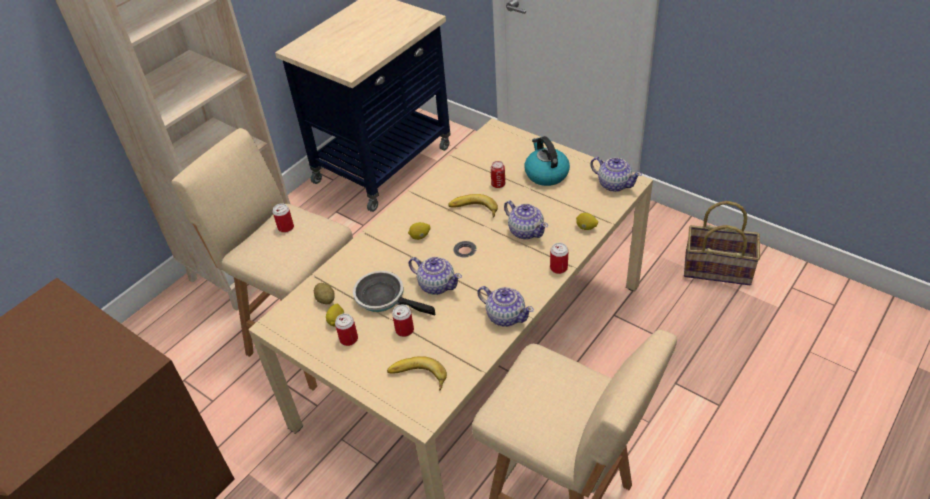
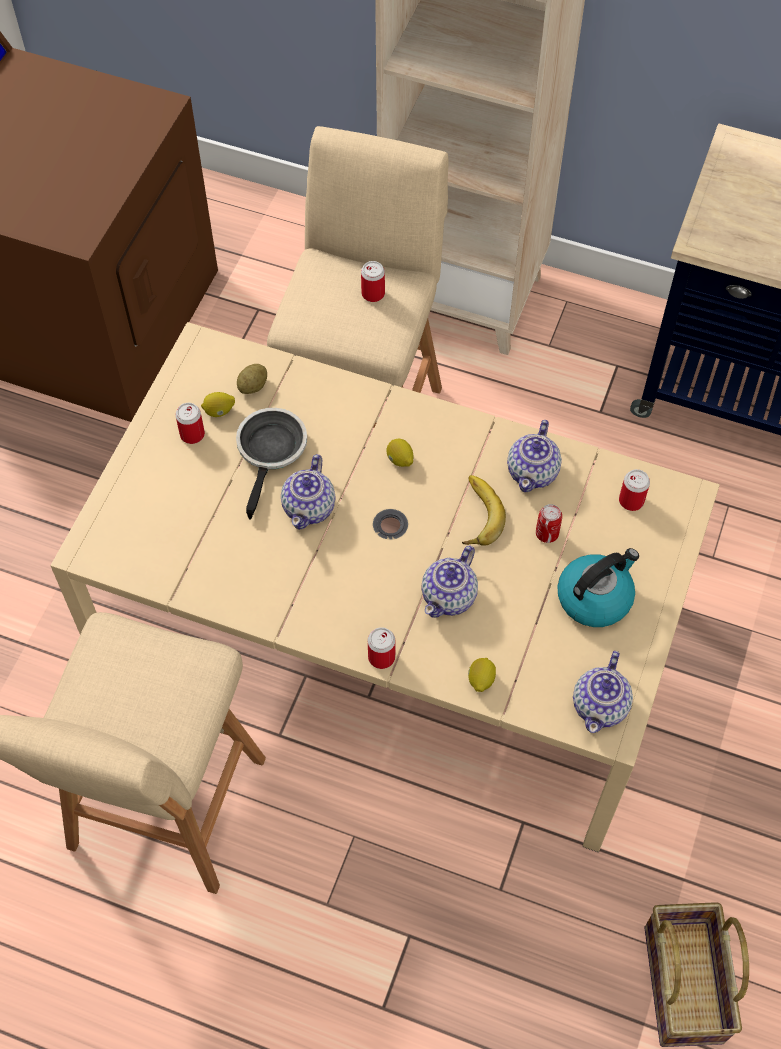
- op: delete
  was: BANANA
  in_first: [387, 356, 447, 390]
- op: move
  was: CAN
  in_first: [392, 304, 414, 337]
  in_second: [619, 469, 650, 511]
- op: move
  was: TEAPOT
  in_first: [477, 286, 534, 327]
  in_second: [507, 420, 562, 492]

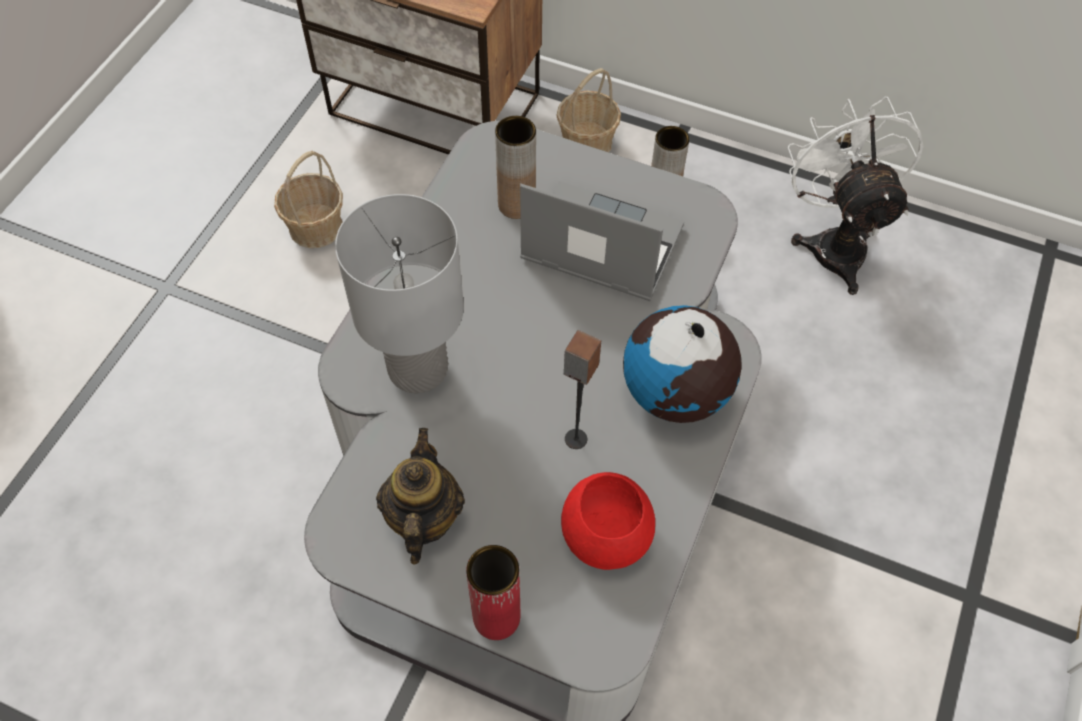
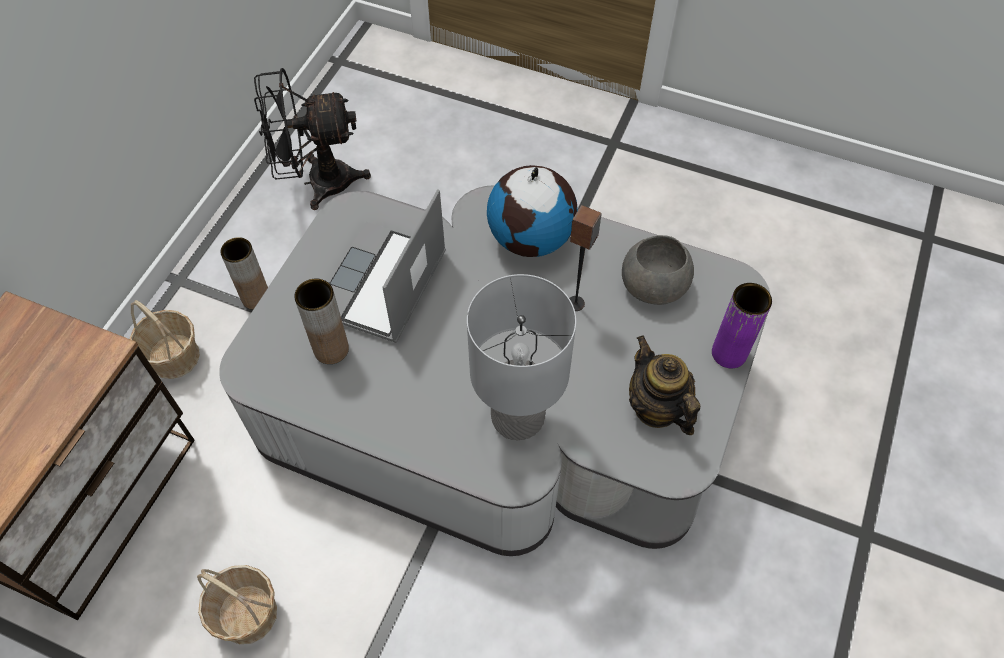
- op: recolor
  was: RED VASE
  now: PURPLE VASE
  in_first: [466, 545, 521, 640]
  in_second: [712, 283, 772, 368]
- op: recolor
  was: RED BOWL
  now: GREY BOWL
  in_first: [561, 472, 655, 570]
  in_second: [622, 235, 694, 305]
- op: recolor
  was: WHITE FAN
  now: BLACK FAN
  in_first: [788, 97, 924, 295]
  in_second: [254, 68, 371, 210]
- op: rotate
  was: TEAPOT
  in_first: [376, 428, 465, 564]
  in_second: [629, 336, 700, 435]
  clockwise: 60

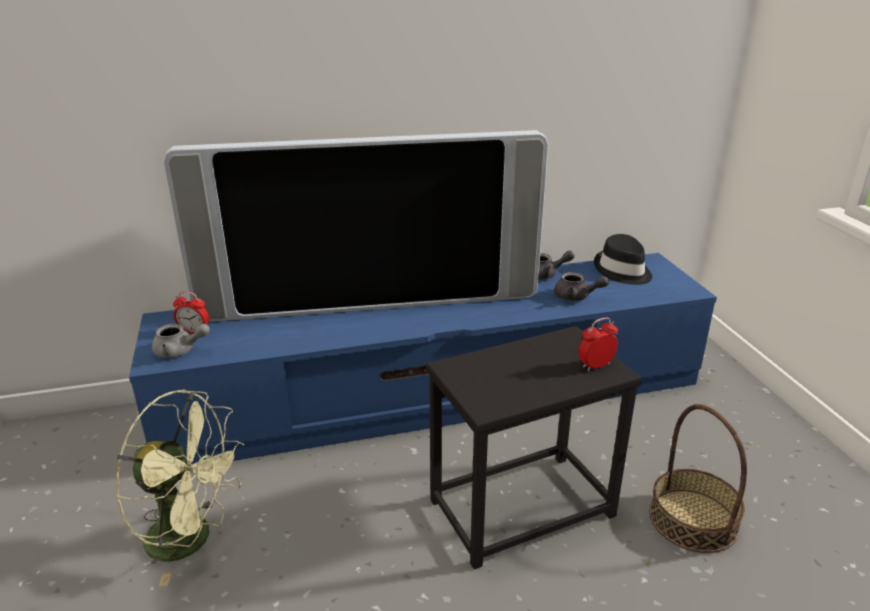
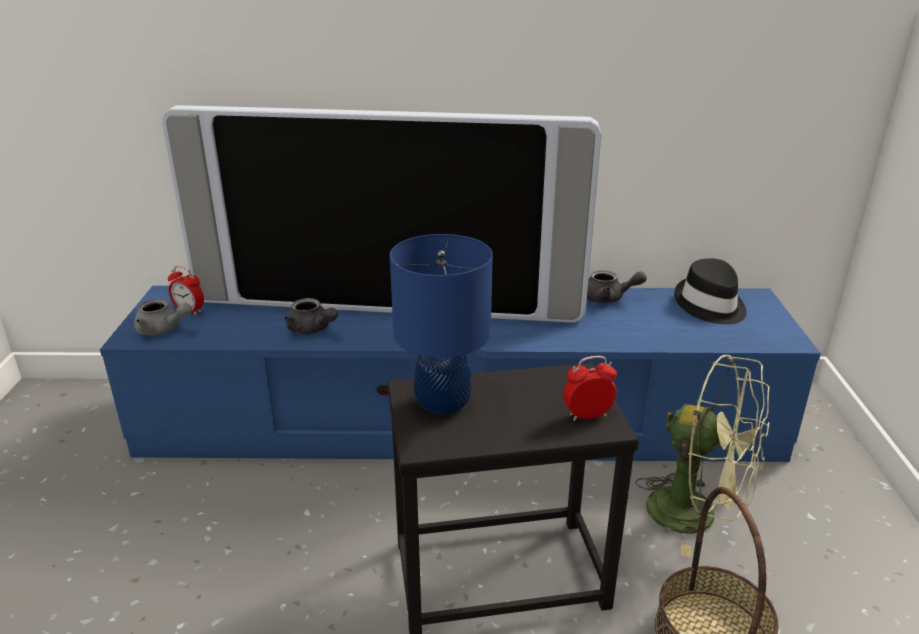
- op: insert
  now: BLUE TABLE LAMP
  in_second: [390, 234, 493, 414]
- op: move
  was: GREEN FAN
  in_first: [116, 390, 244, 586]
  in_second: [635, 355, 770, 557]
- op: move
  was: GREY TEAPOT
  in_first: [554, 272, 609, 301]
  in_second: [284, 298, 338, 335]

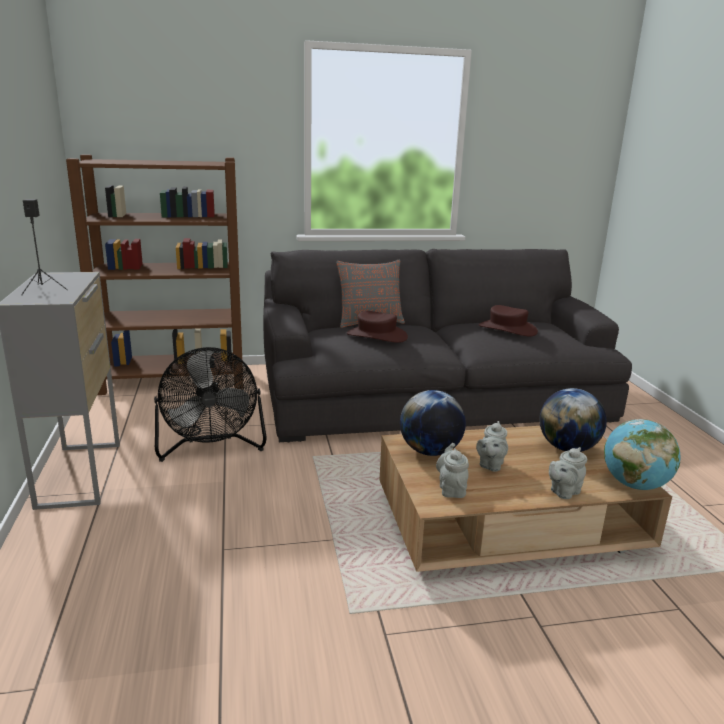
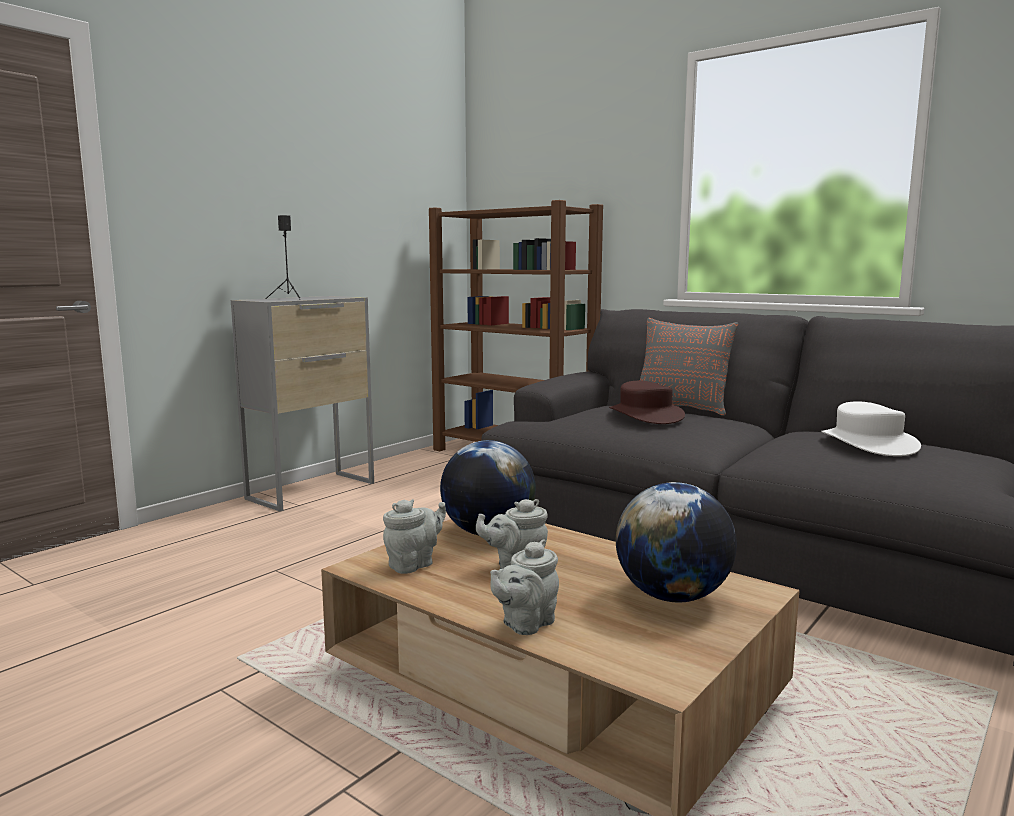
- op: delete
  was: BLACK FAN
  in_first: [154, 347, 266, 462]
- op: delete
  was: GLOBE
  in_first: [604, 419, 681, 490]
- op: recolor
  was: BROWN HAT
  now: WHITE HAT
  in_first: [479, 305, 538, 336]
  in_second: [821, 401, 921, 456]
- op: rotate
  was: GREY TEAPOT
  in_first: [549, 447, 587, 499]
  in_second: [490, 539, 559, 635]
  clockwise: -60

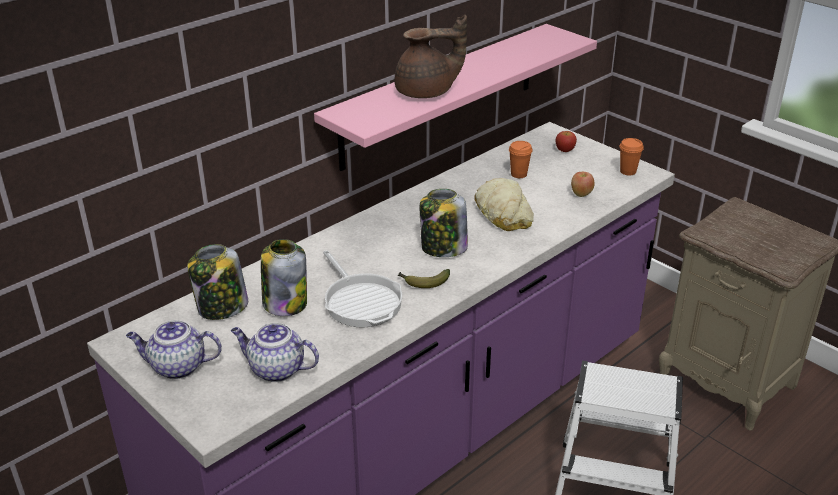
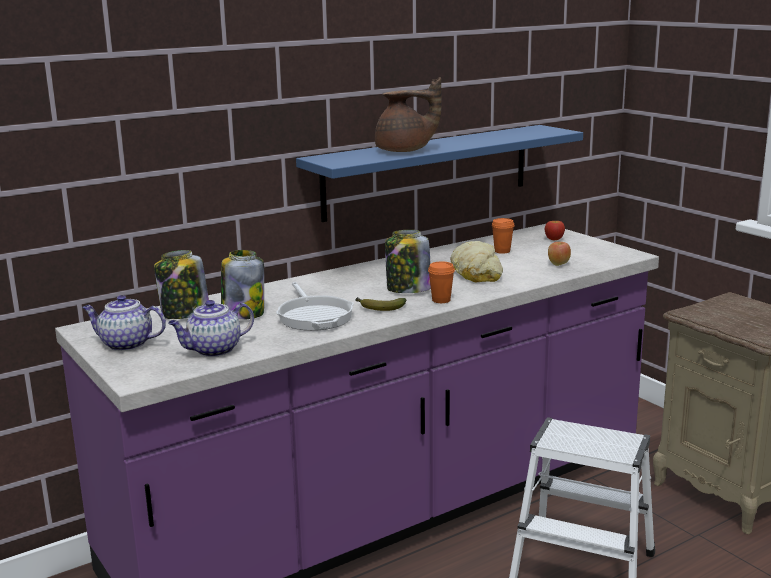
- op: move
  was: ORANGE CUP
  in_first: [620, 138, 644, 175]
  in_second: [428, 262, 455, 303]
- op: recolor
  was: PINK SHELF
  now: BLUE SHELF
  in_first: [314, 24, 597, 171]
  in_second: [296, 125, 583, 222]
- op: rotate
  was: TEAPOT
  in_first: [231, 323, 319, 382]
  in_second: [168, 300, 254, 357]
  clockwise: -60

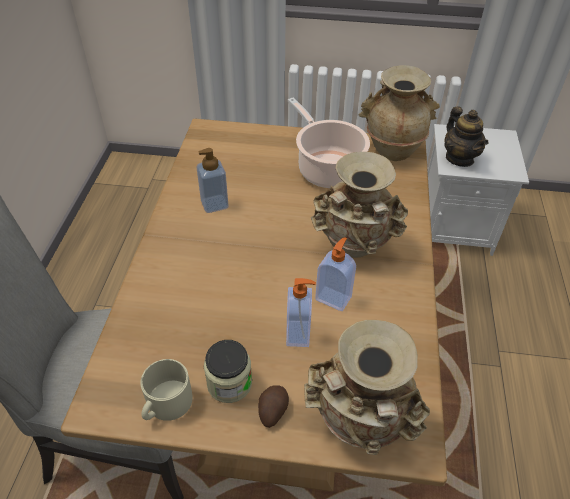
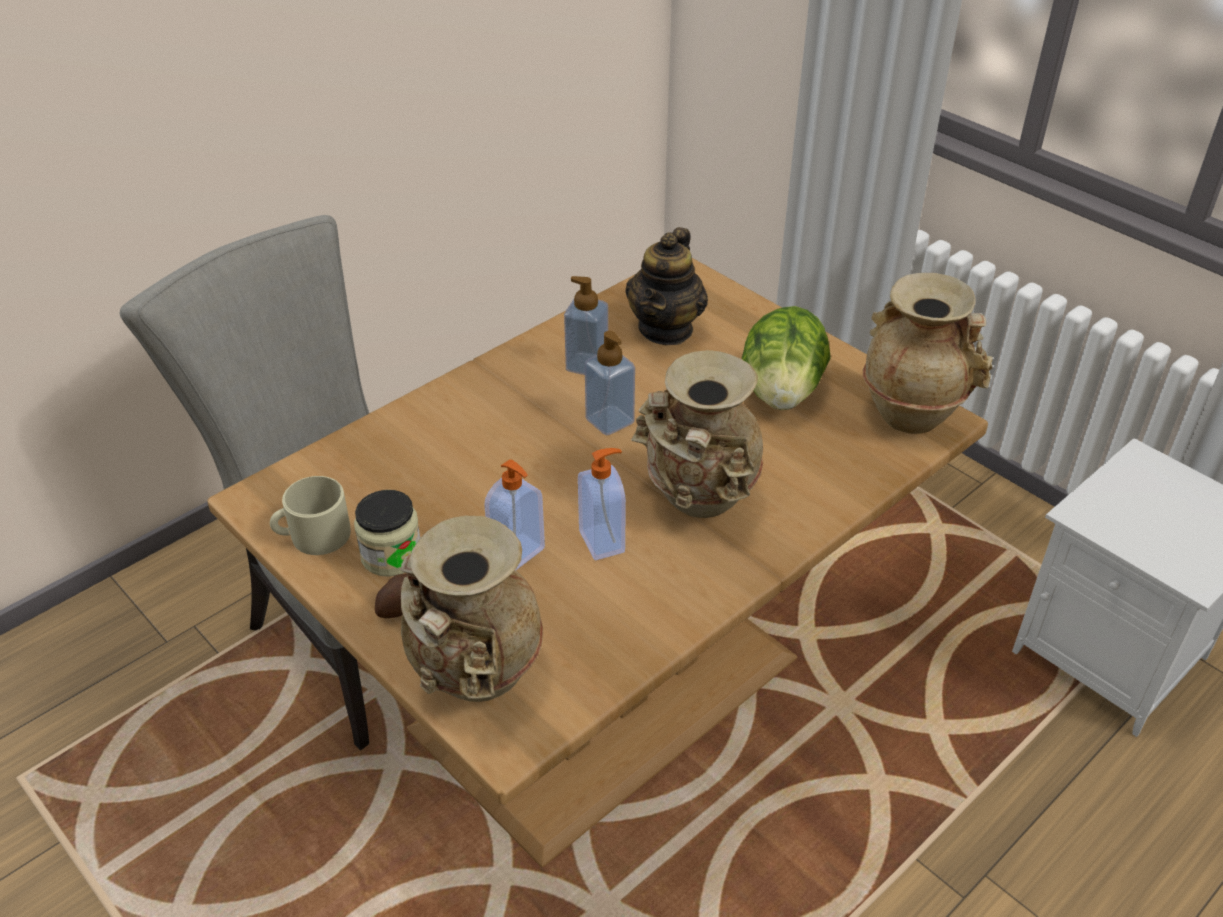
- op: insert
  now: SOAP DISPENSER
  in_second: [585, 331, 635, 436]
- op: move
  was: TEAPOT
  in_first: [444, 107, 488, 167]
  in_second: [625, 227, 708, 345]
- op: replace
  was: COOKING POT
  now: LETTUCE
  in_first: [288, 97, 370, 188]
  in_second: [742, 306, 831, 410]

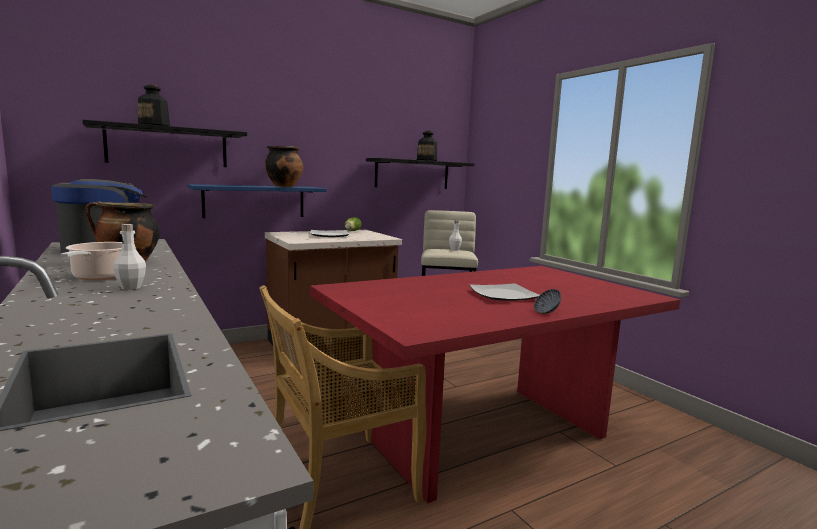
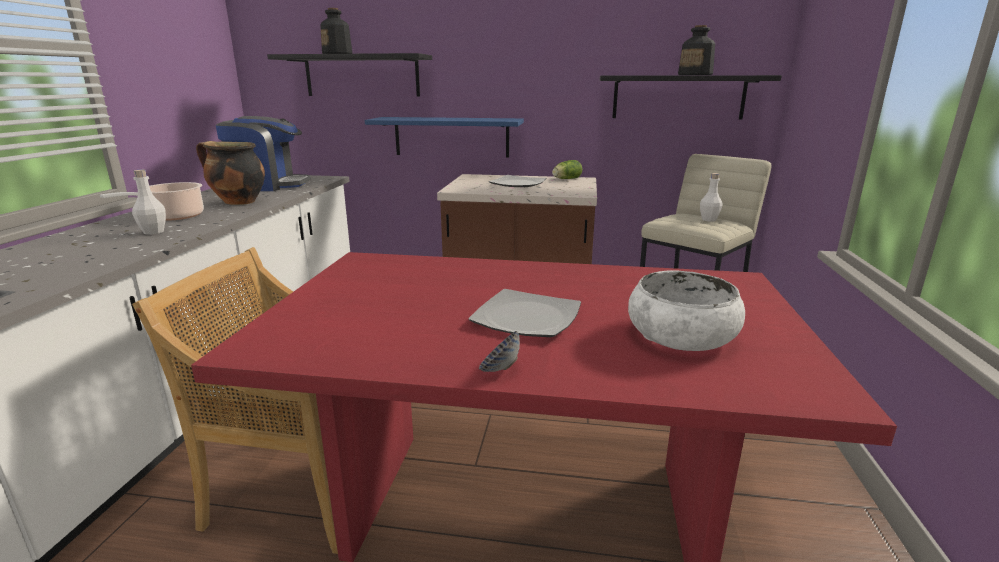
- op: delete
  was: COOKING POT
  in_first: [265, 146, 303, 187]
- op: insert
  now: WHITE BOWL
  in_second: [628, 270, 745, 351]

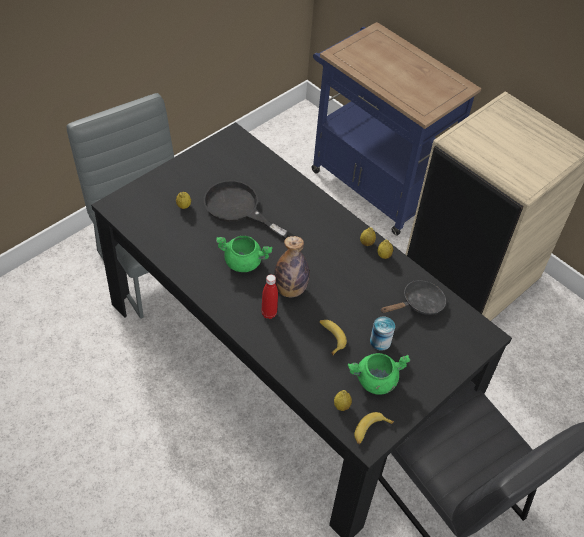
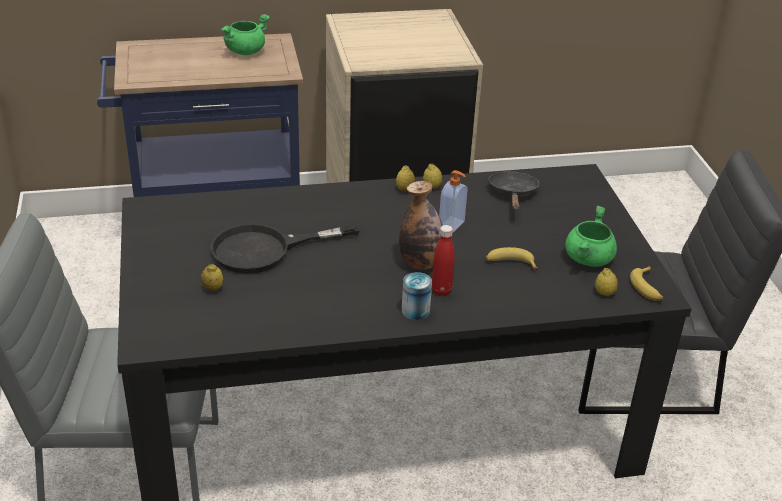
- op: insert
  now: SOAP DISPENSER
  in_second: [439, 170, 468, 232]
- op: move
  was: GREEN COOKING POT
  in_first: [216, 236, 273, 272]
  in_second: [221, 14, 270, 55]
- op: move
  was: CAN
  in_first: [370, 316, 395, 351]
  in_second: [402, 272, 432, 320]

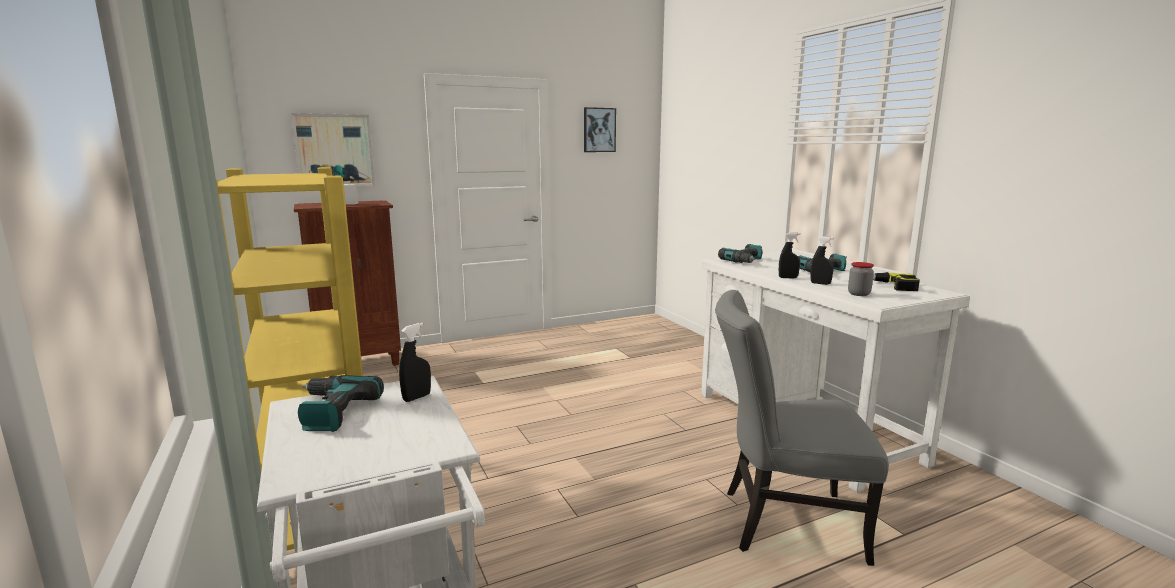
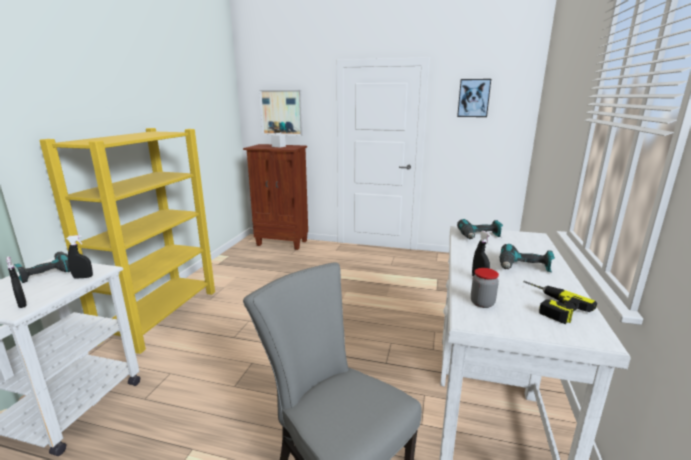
- op: move
  was: BLACK SPRAY BOTTLE
  in_first: [779, 233, 800, 278]
  in_second: [6, 256, 27, 308]

